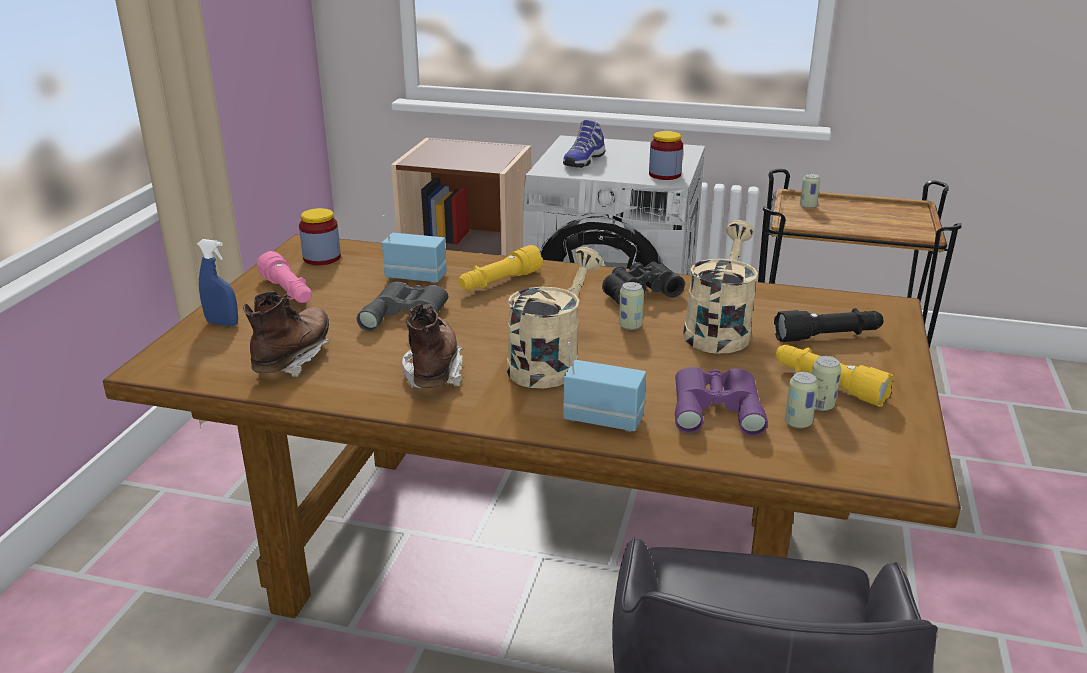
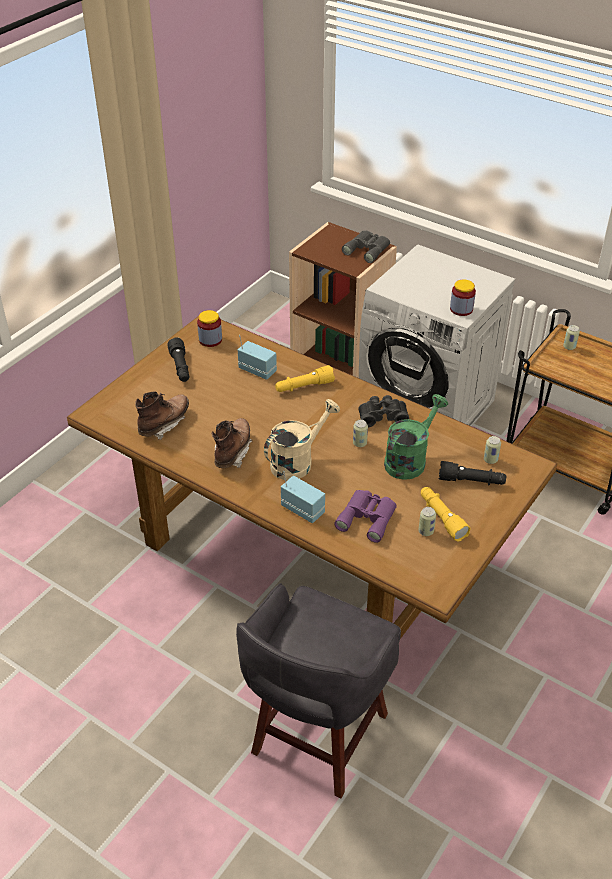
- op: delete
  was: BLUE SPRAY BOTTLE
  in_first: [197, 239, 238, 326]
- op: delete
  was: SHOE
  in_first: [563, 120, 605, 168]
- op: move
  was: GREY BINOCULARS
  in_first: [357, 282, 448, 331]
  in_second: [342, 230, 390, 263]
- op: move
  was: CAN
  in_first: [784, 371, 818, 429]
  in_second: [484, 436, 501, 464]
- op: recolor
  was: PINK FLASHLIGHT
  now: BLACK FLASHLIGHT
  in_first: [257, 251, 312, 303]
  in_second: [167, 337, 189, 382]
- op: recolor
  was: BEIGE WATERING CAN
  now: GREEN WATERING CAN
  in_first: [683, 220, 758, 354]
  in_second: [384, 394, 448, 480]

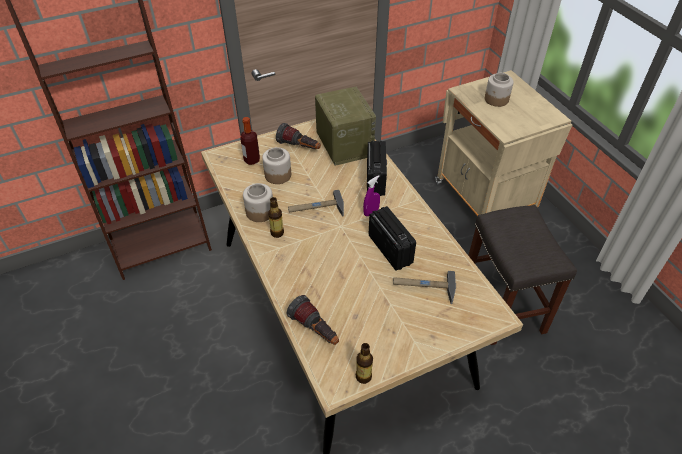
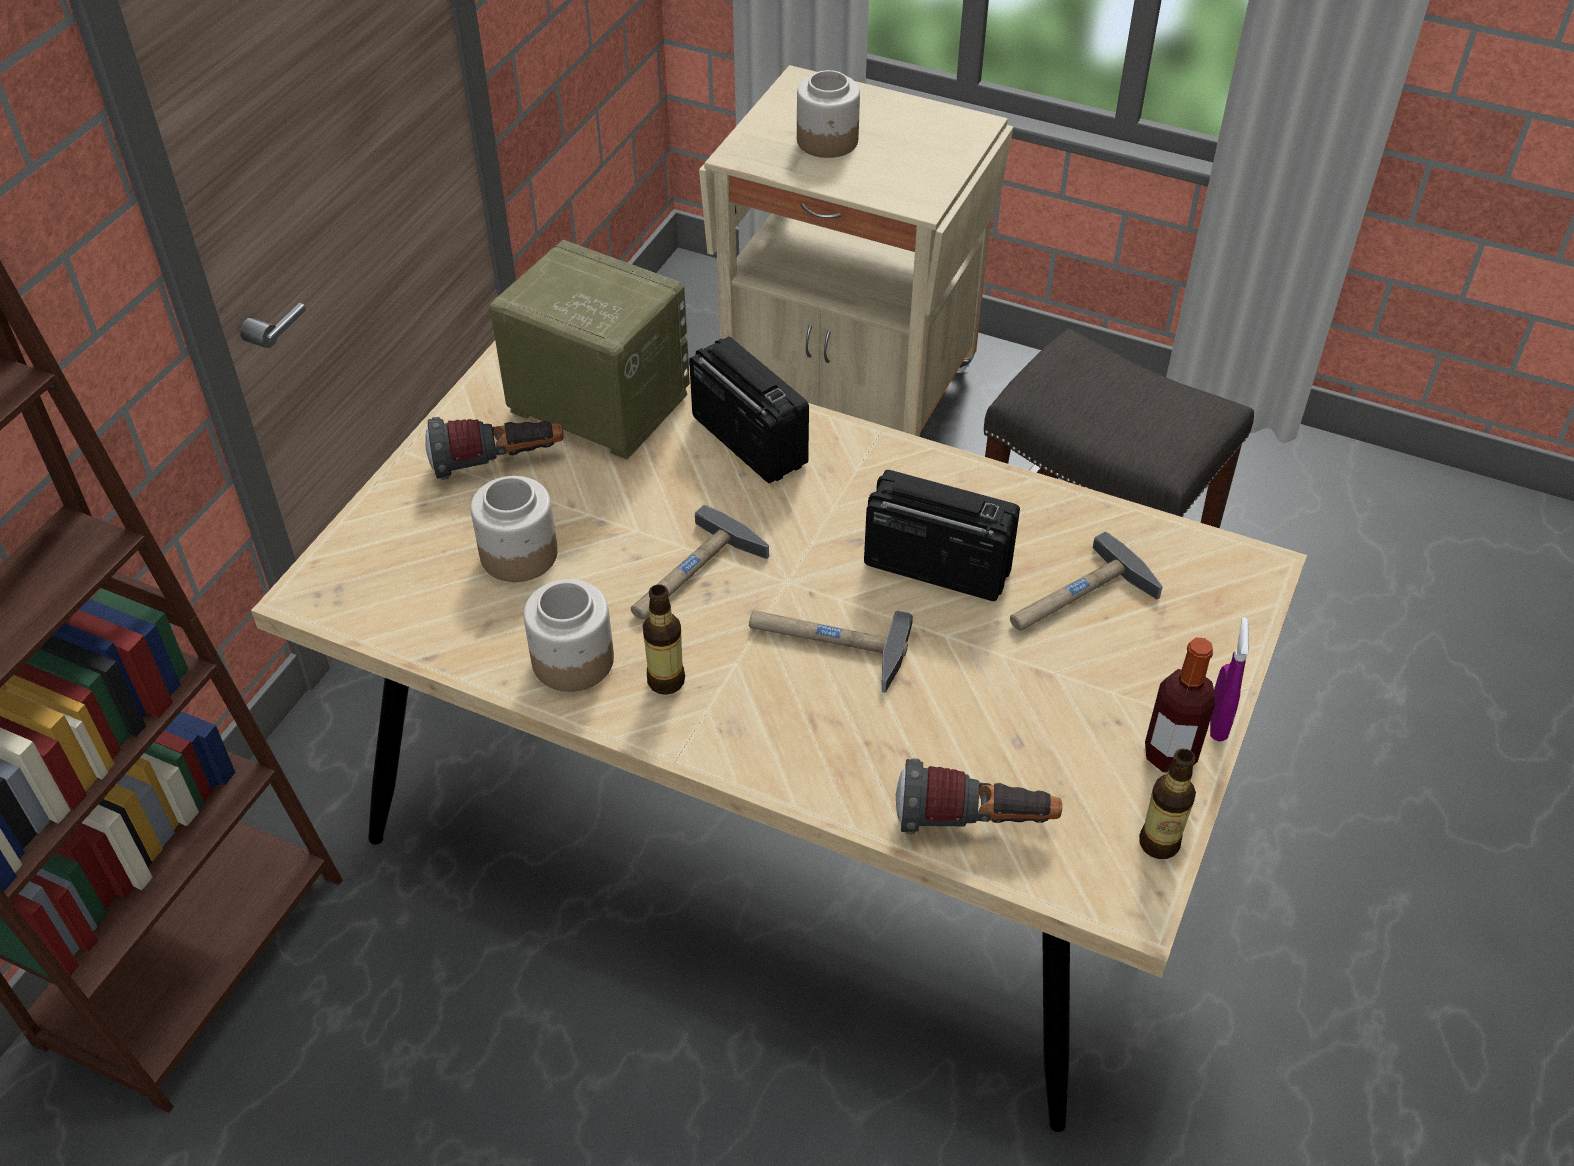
- op: insert
  now: HAMMER
  in_second: [749, 610, 913, 693]
- op: move
  was: BOTTLE
  in_first: [240, 117, 260, 165]
  in_second: [1145, 638, 1215, 772]
- op: move
  was: PURPLE SPRAY BOTTLE
  in_first: [363, 175, 380, 216]
  in_second: [1210, 617, 1249, 742]

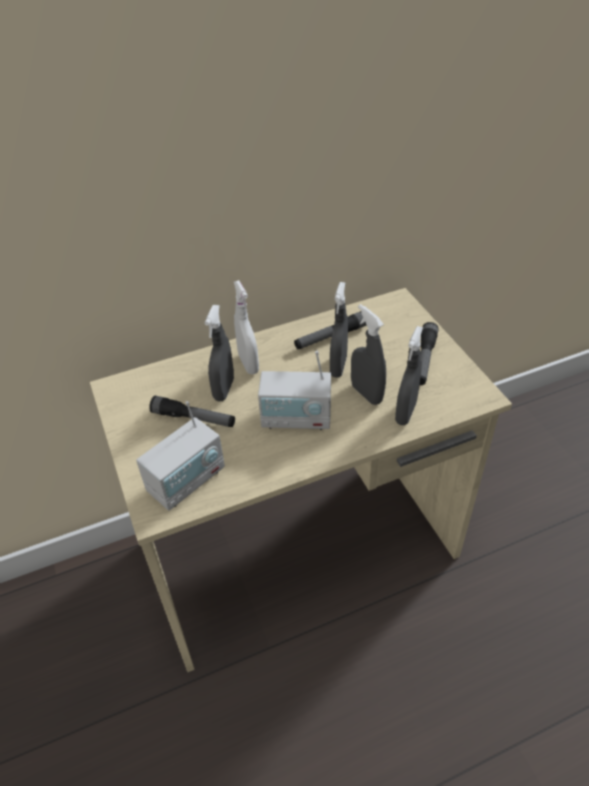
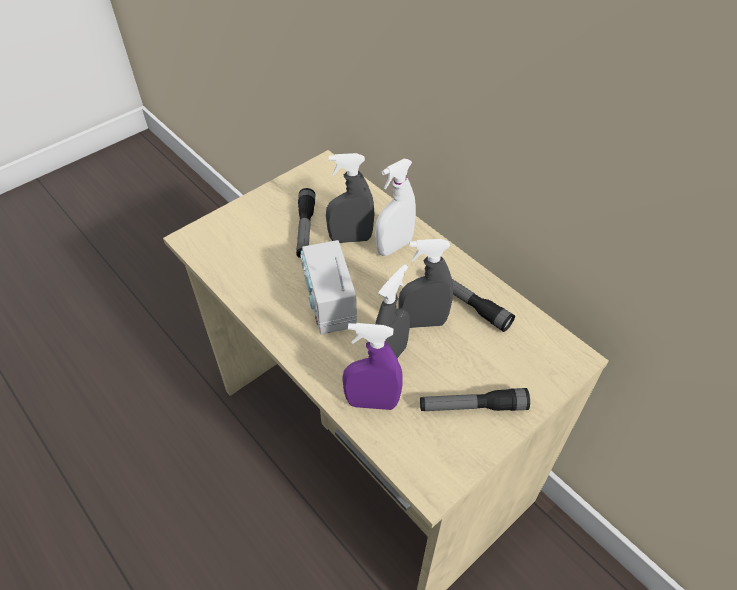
- op: delete
  was: RADIO
  in_first: [136, 401, 225, 511]
- op: recolor
  was: GREY SPRAY BOTTLE
  now: PURPLE SPRAY BOTTLE
  in_first: [395, 326, 423, 425]
  in_second: [342, 323, 402, 410]

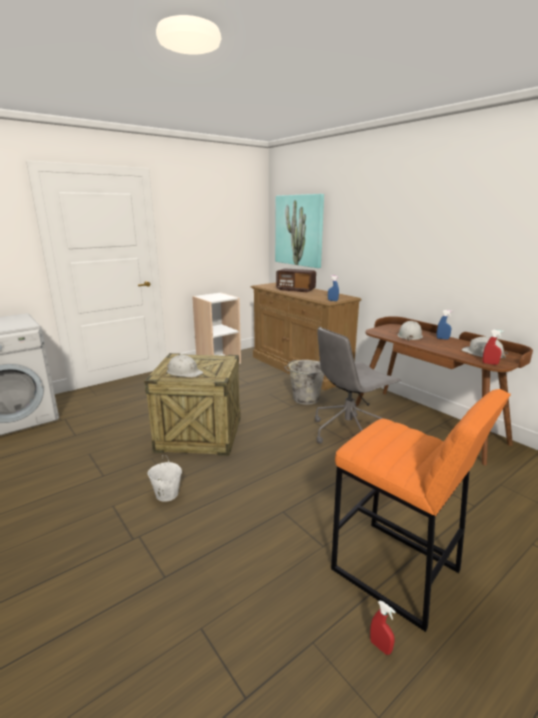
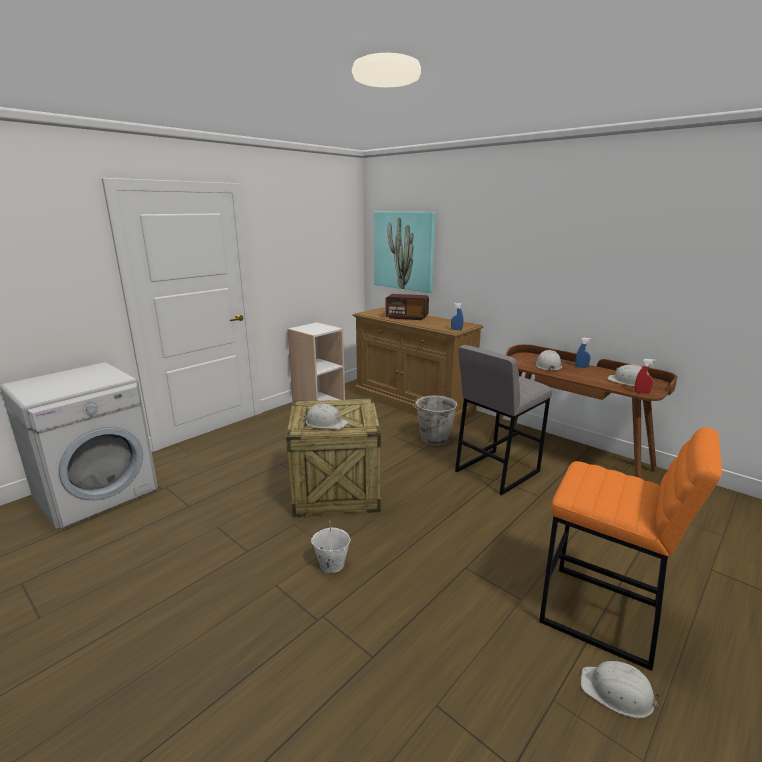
- op: replace
  was: GREY OFFICE CHAIR
  now: GREY STOOL
  in_first: [315, 327, 402, 444]
  in_second: [455, 345, 552, 495]
- op: replace
  was: RED SPRAY BOTTLE
  now: WHITE HARD HAT
  in_first: [370, 601, 396, 655]
  in_second: [581, 661, 661, 718]

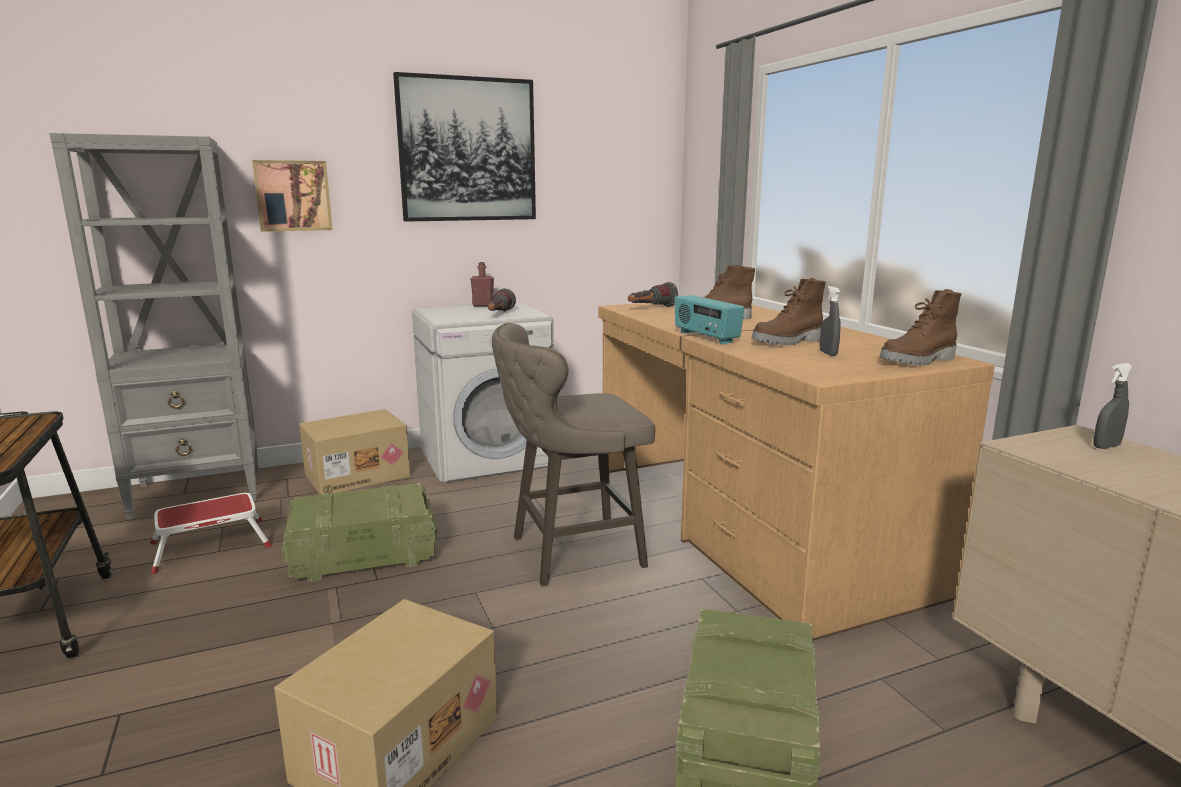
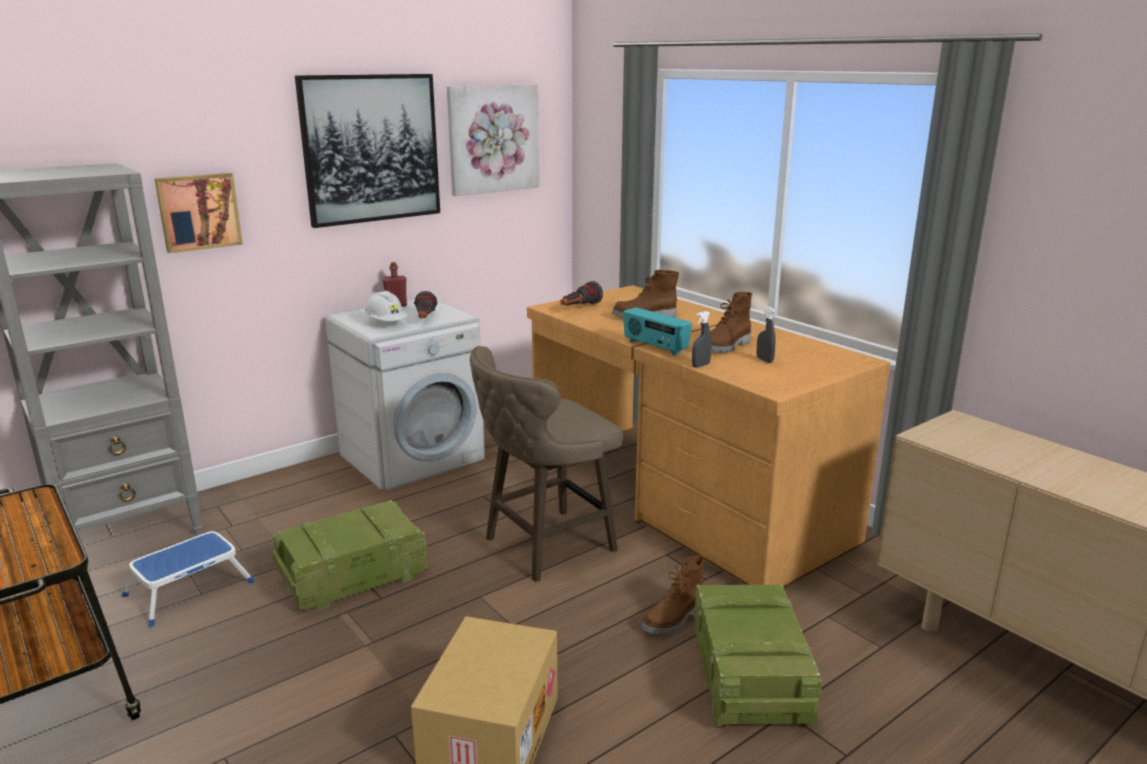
- op: delete
  was: CARDBOARD BOX
  in_first: [299, 409, 410, 494]
- op: insert
  now: WHITE HARD HAT
  in_second: [364, 291, 408, 321]
- op: insert
  now: PICTURE
  in_second: [447, 84, 539, 196]
- op: move
  was: BROWN BOOT
  in_first: [879, 289, 961, 366]
  in_second: [642, 555, 704, 635]
- op: move
  was: GREY SPRAY BOTTLE
  in_first: [1094, 363, 1133, 449]
  in_second: [692, 311, 712, 368]
- op: recolor
  was: RED STEP LADDER
  now: BLUE STEP LADDER
  in_first: [150, 493, 272, 574]
  in_second: [121, 531, 255, 627]

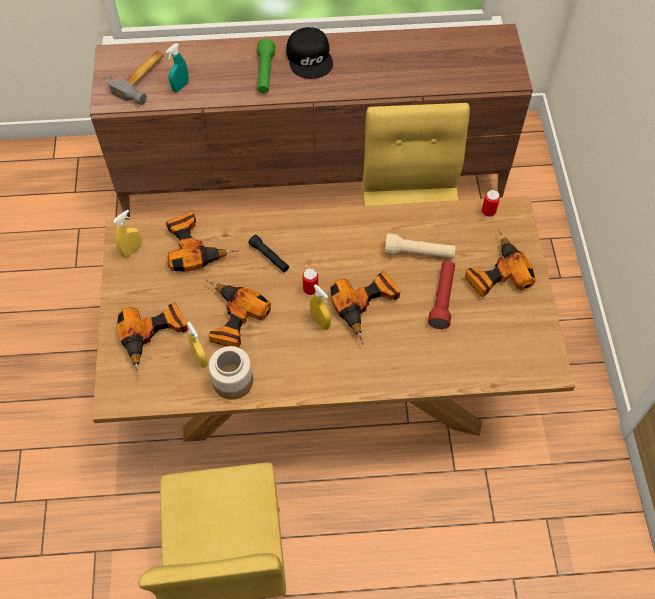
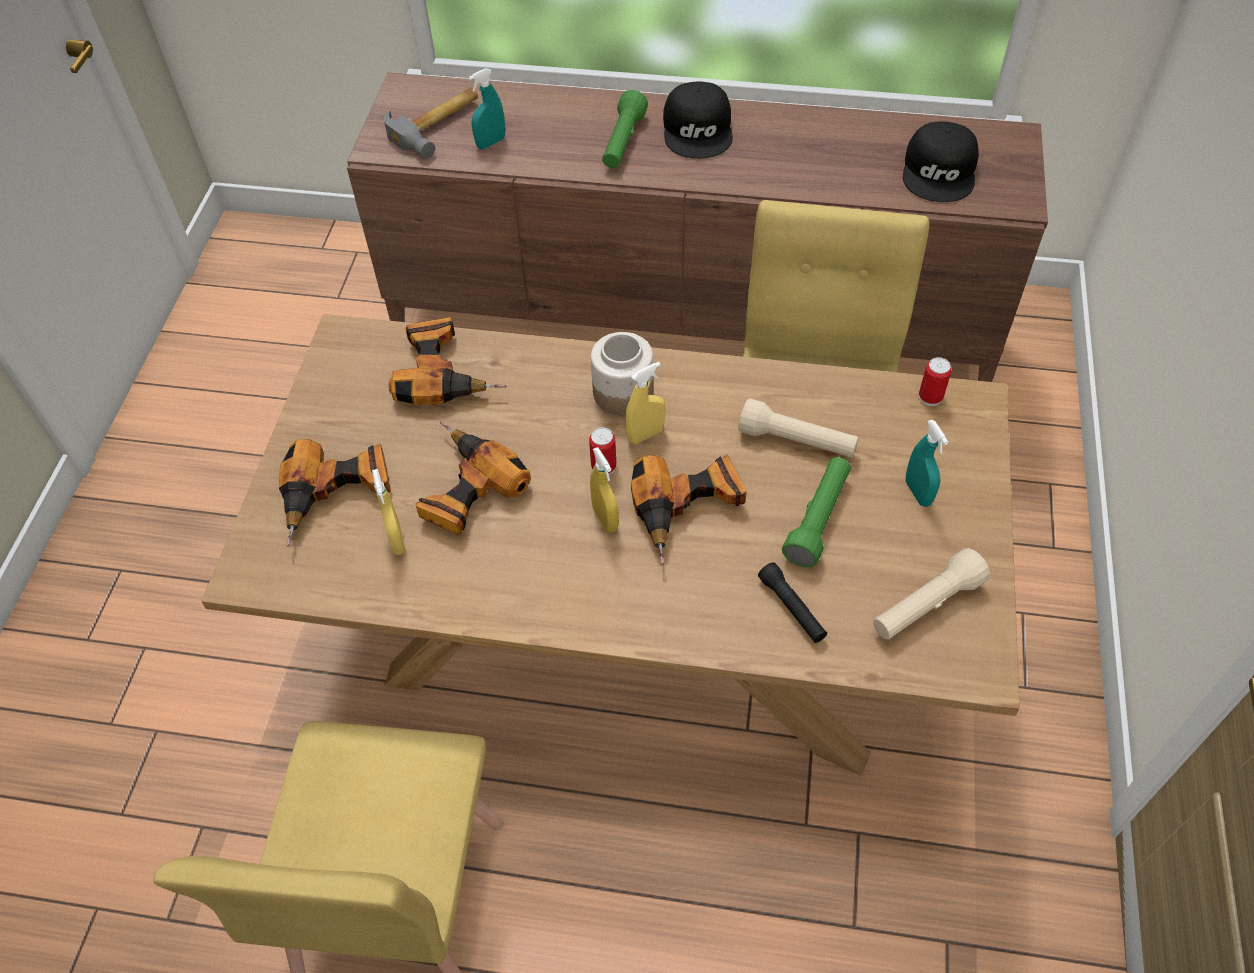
- op: insert
  now: BEIGE FLASHLIGHT
  in_second: [873, 548, 990, 639]
- op: insert
  now: BLACK CAP
  in_second: [903, 122, 979, 202]
- op: move
  was: YELLOW SPRAY BOTTLE
  in_first: [113, 210, 142, 258]
  in_second: [625, 362, 666, 444]
- op: move
  was: JAR
  in_first: [209, 346, 253, 400]
  in_second: [591, 332, 653, 415]
- op: move
  was: BLACK FLASHLIGHT
  in_first: [249, 235, 289, 272]
  in_second: [758, 562, 827, 643]
- op: replace
  was: POWER DRILL
  now: TURQUOISE SPRAY BOTTLE
  in_first: [465, 229, 536, 297]
  in_second: [906, 420, 948, 507]
- op: recolor
  was: RED FLASHLIGHT
  now: GREEN FLASHLIGHT
  in_first: [428, 261, 455, 329]
  in_second: [782, 457, 851, 567]

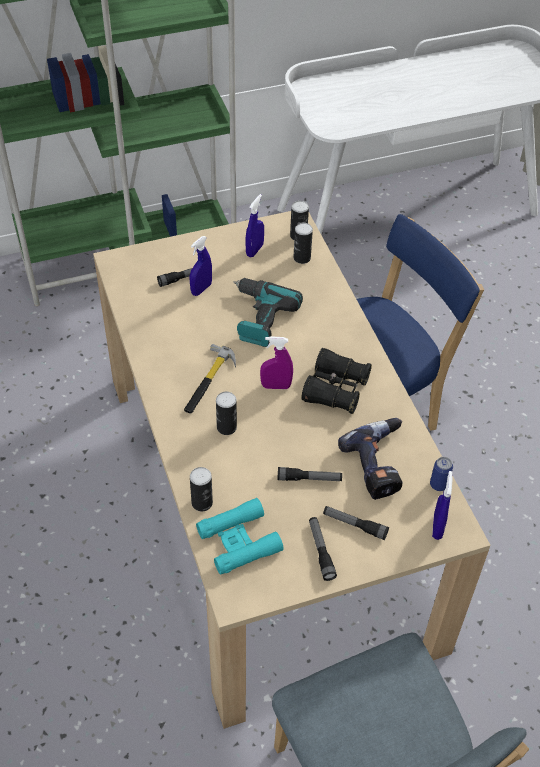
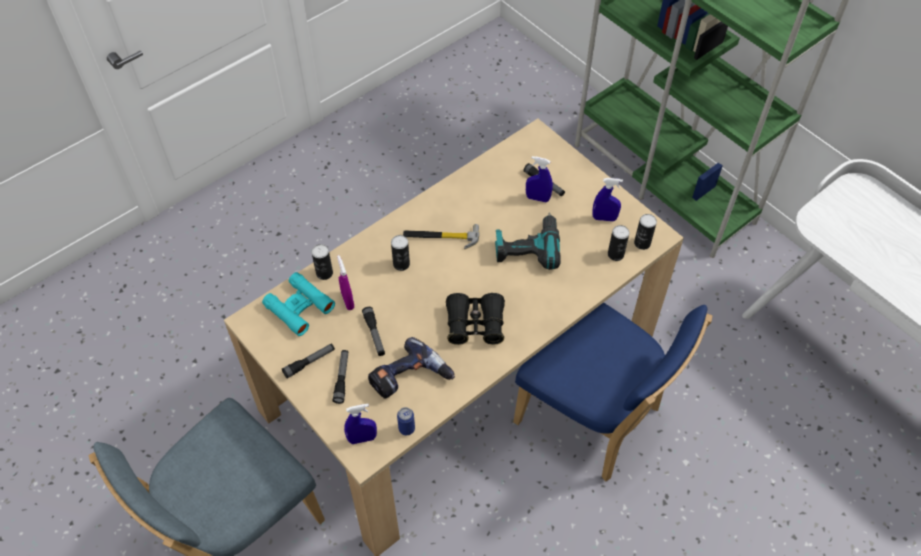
- op: move
  was: PURPLE SPRAY BOTTLE
  in_first: [260, 336, 293, 389]
  in_second: [337, 255, 354, 310]

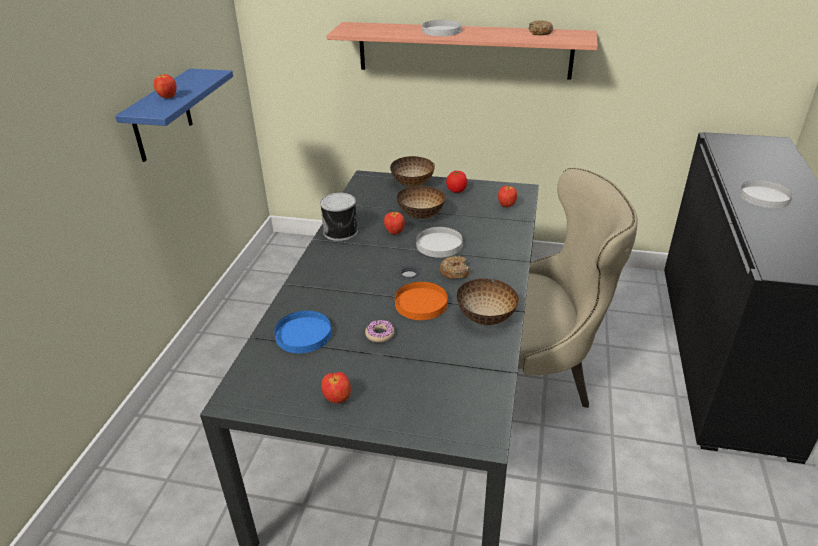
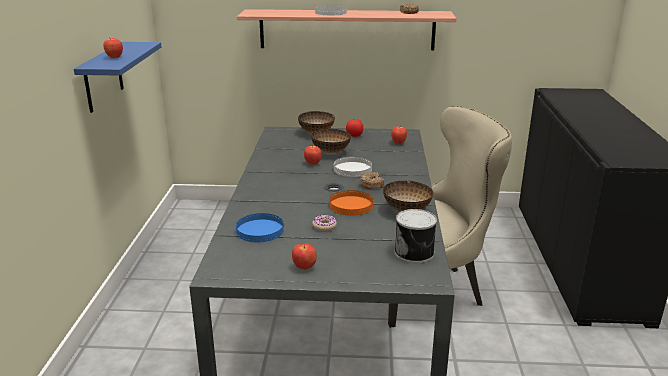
- op: delete
  was: WHITE PLATE
  in_first: [740, 180, 793, 208]
- op: move
  was: CAN
  in_first: [320, 193, 358, 241]
  in_second: [395, 209, 437, 263]

